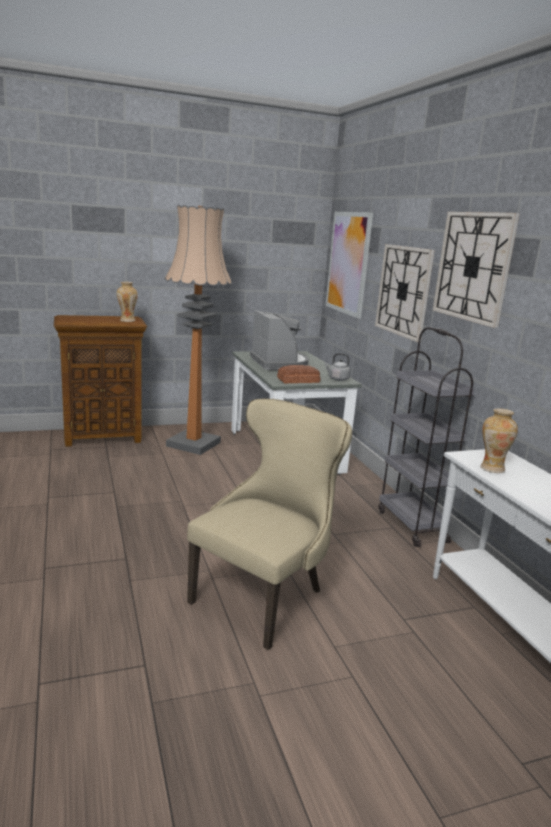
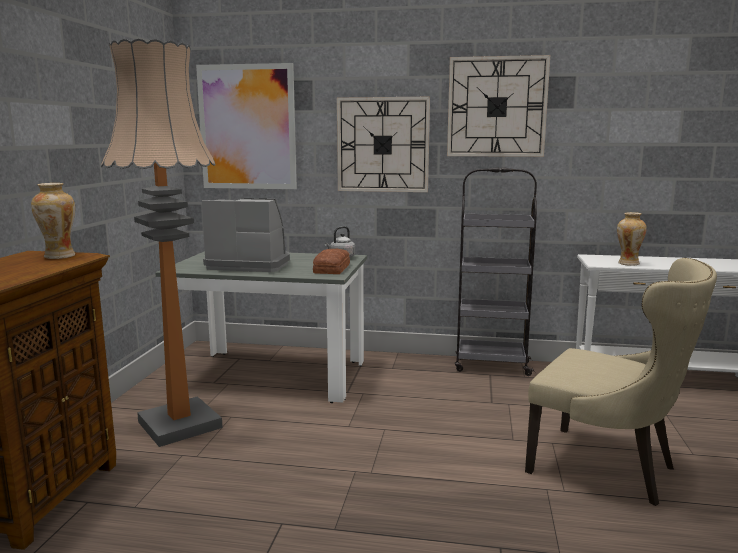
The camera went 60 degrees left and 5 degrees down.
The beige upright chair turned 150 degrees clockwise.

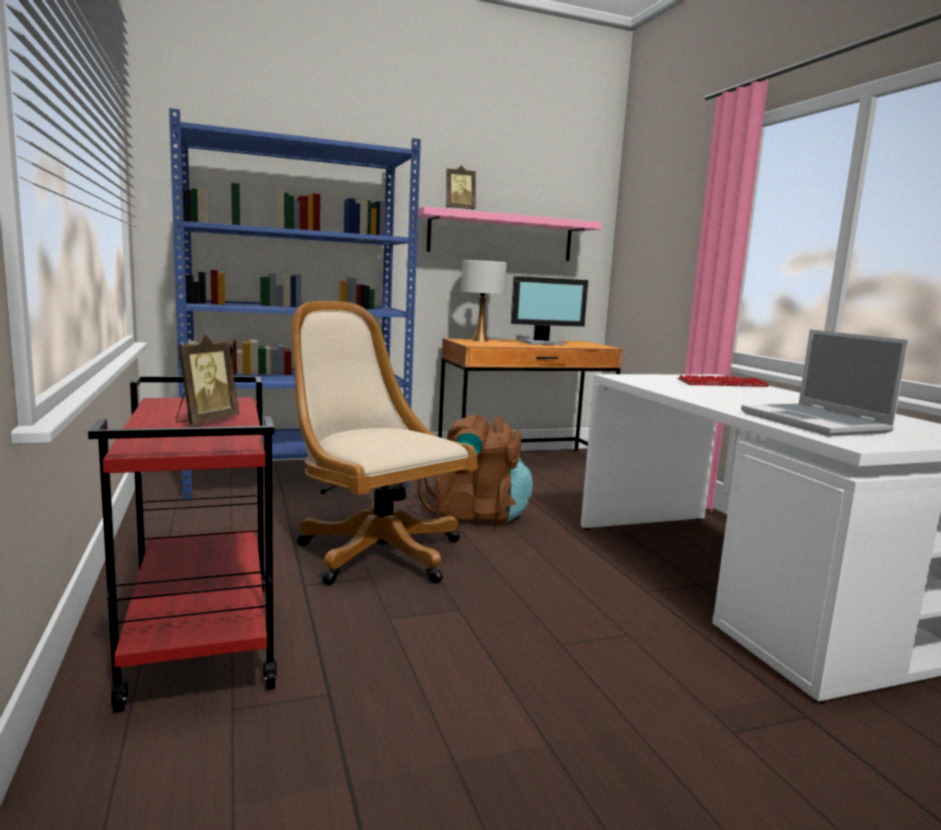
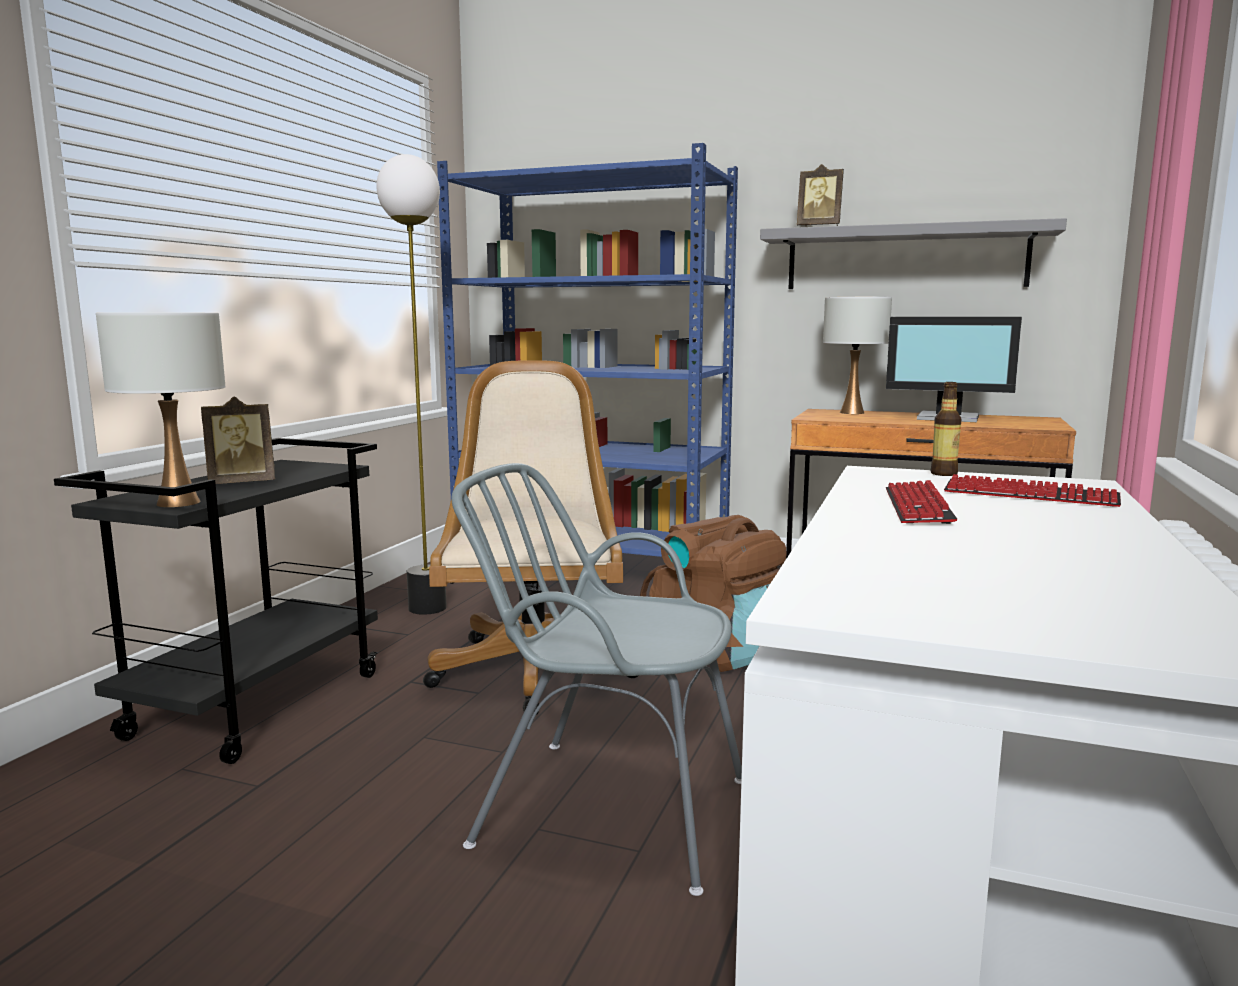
The camera went 40 degrees right and 0 degrees up.
The pinkish shelf became the gray shelf.
The portable computer disappeared.
The red wheeled cart became the blackish wheeled cart.
The standing lamp appeared.
The white-coloured tabletop lamp (1st from left) appeared.
The beverage bottle appeared.
The gray upright chair appeared.
The computer keyboard (1st from left) appeared.

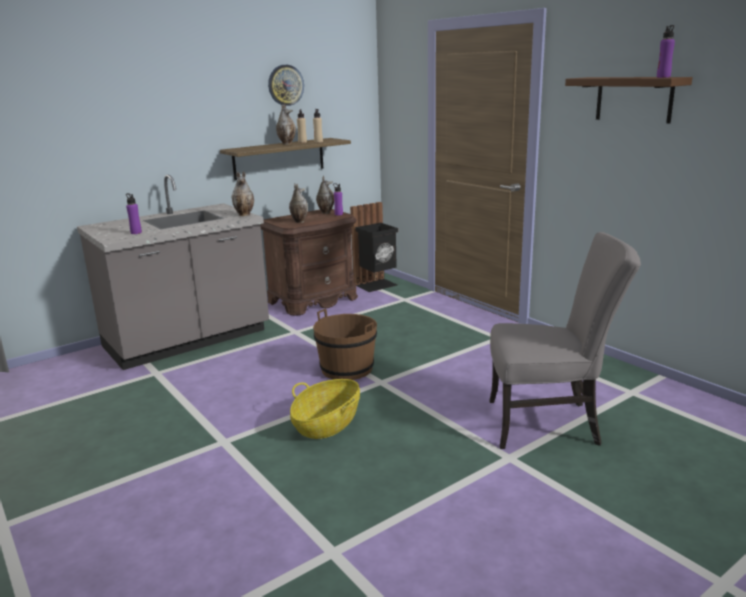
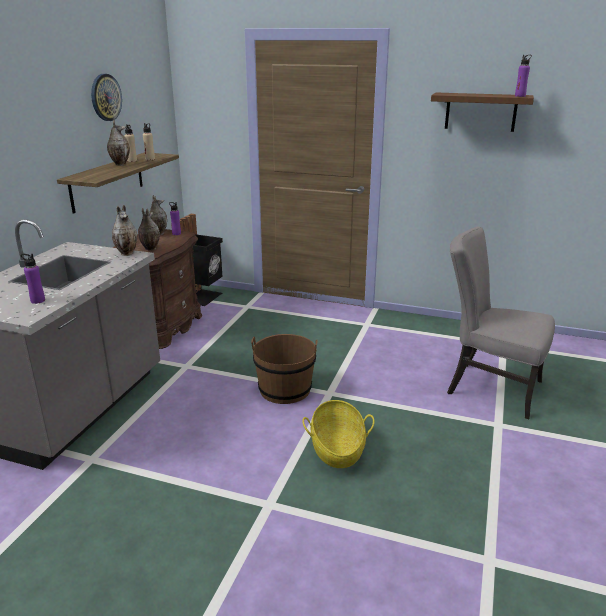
The camera went 35 degrees left and 5 degrees up.
The gray upright chair turned 120 degrees counterclockwise.

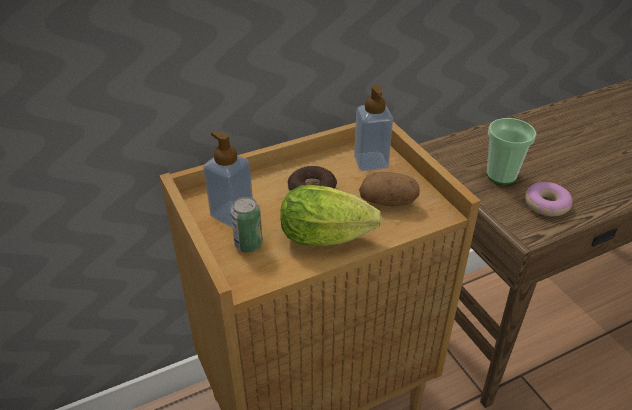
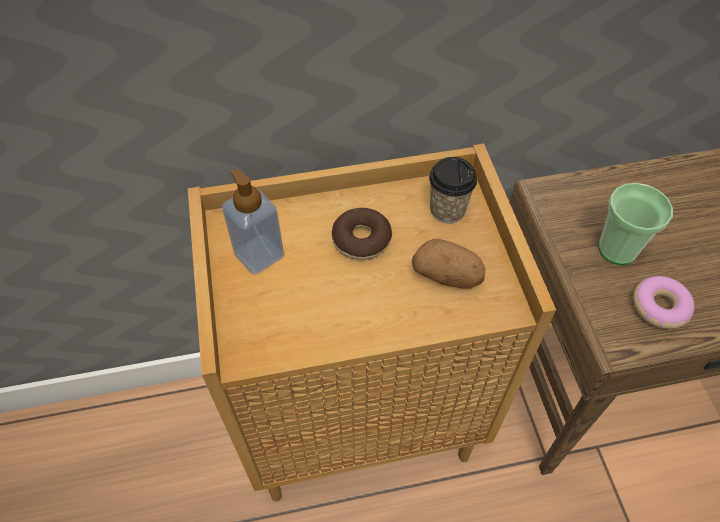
The camera went 15 degrees right and 15 degrees up.
The liquid soap bottle (2nd from left) was replaced by the cup (1st from left).
The lettuce disappeared.
The sealed can disappeared.

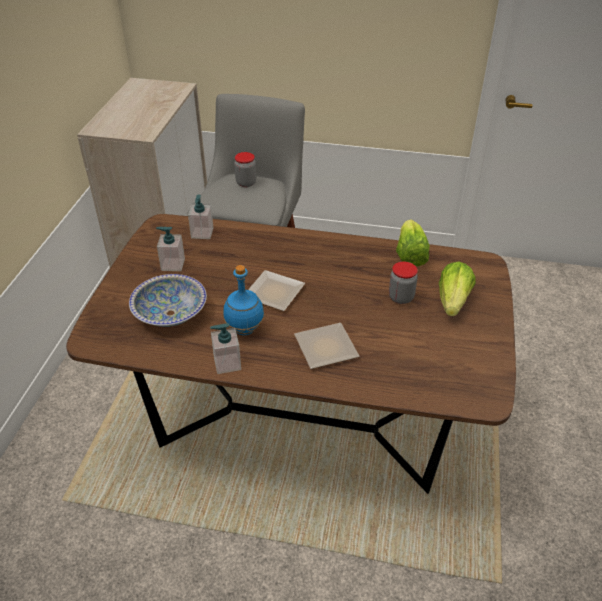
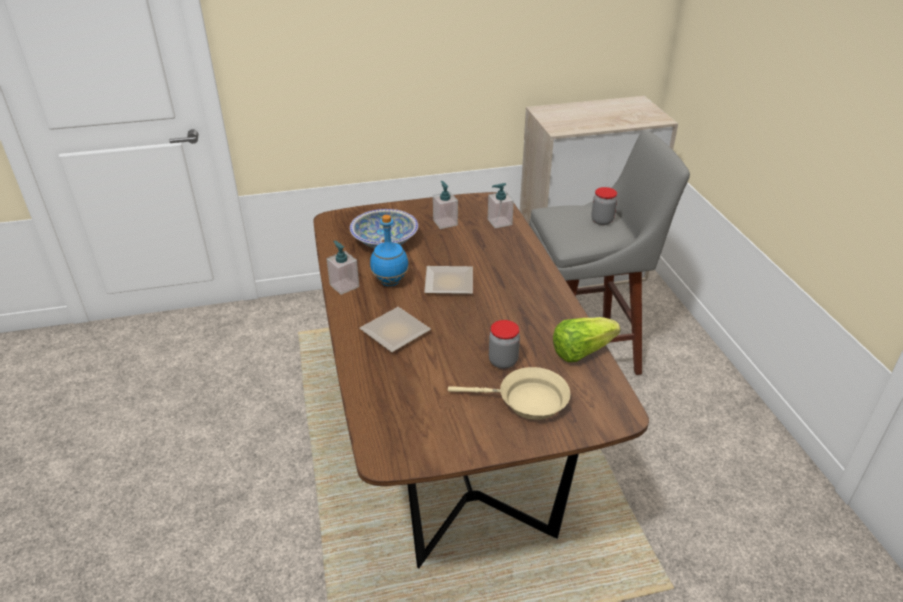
The camera went 65 degrees right and 5 degrees down.
The lettuce (2nd from left) was replaced by the beige pan.

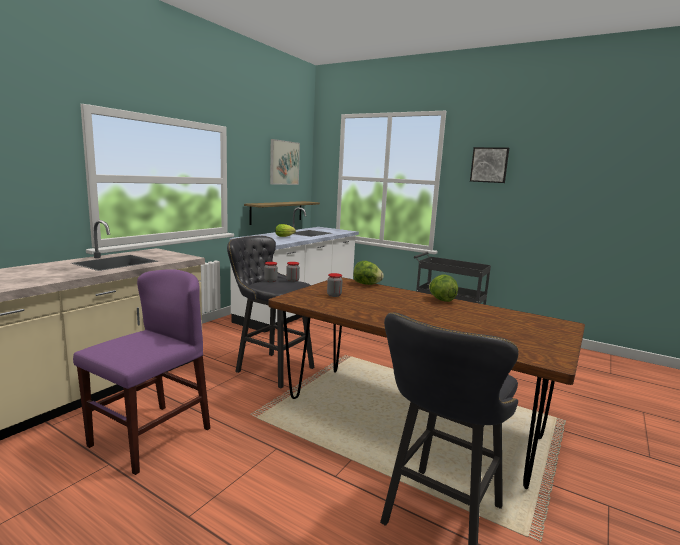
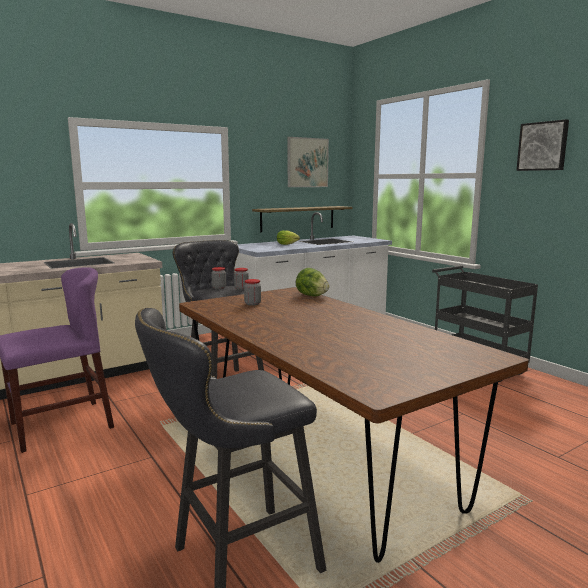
The camera went 25 degrees right and 0 degrees up.
The lettuce (3rd from left) disappeared.

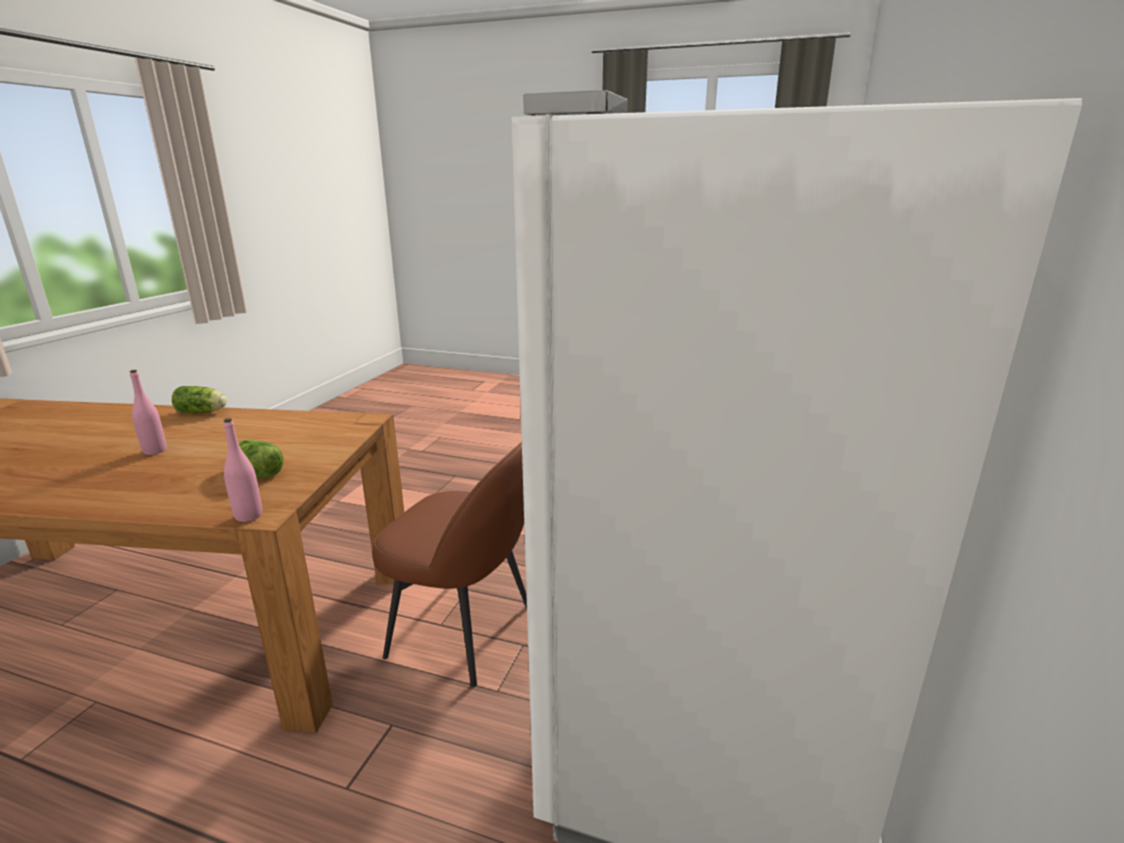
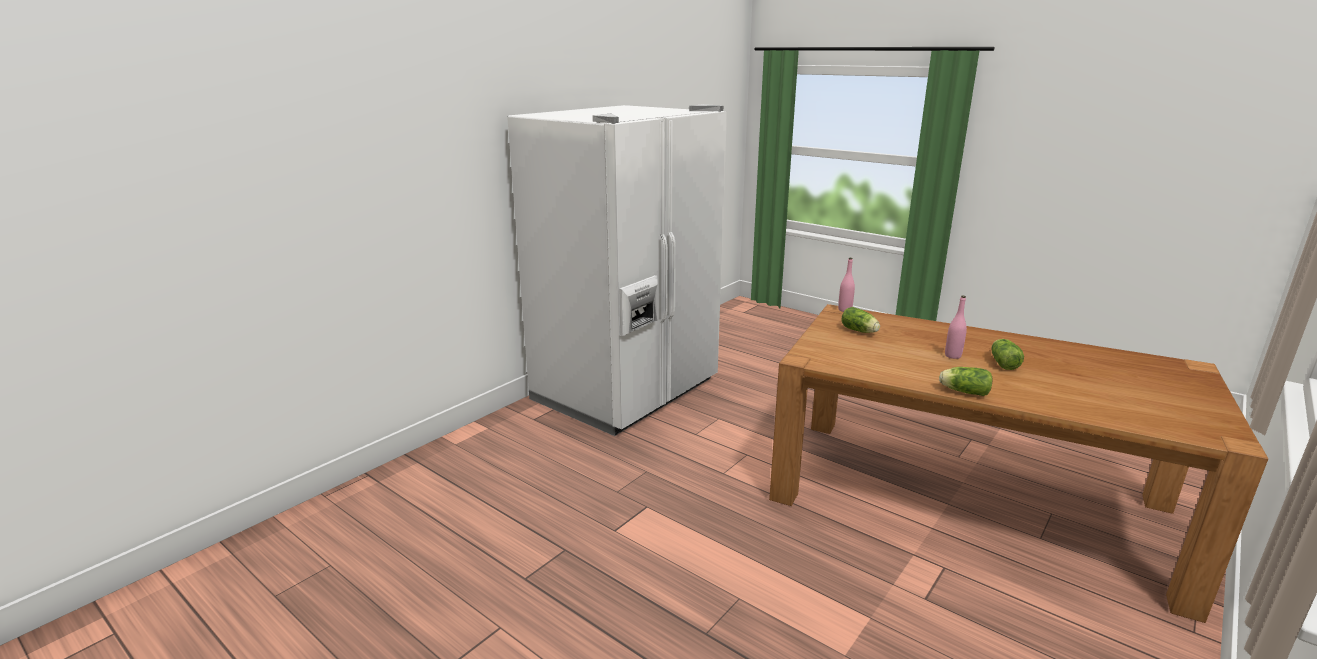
The camera went 160 degrees left and 0 degrees up.
The brown upright chair disappeared.
The lettuce (3rd from left) appeared.

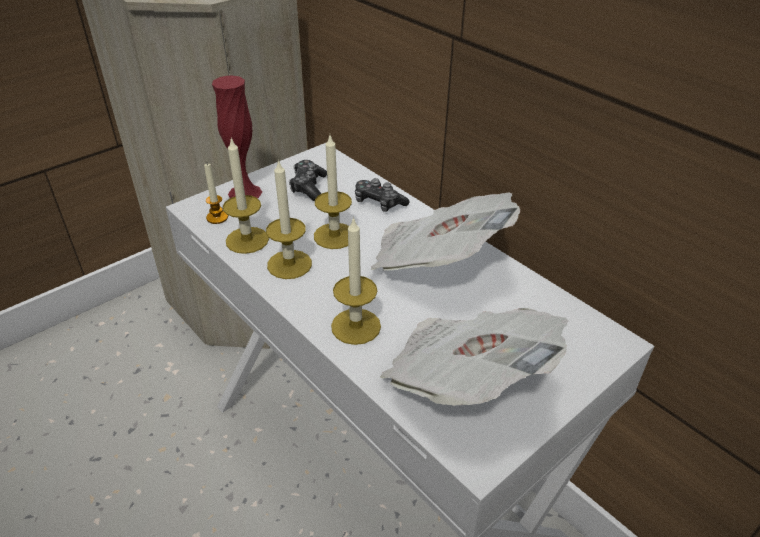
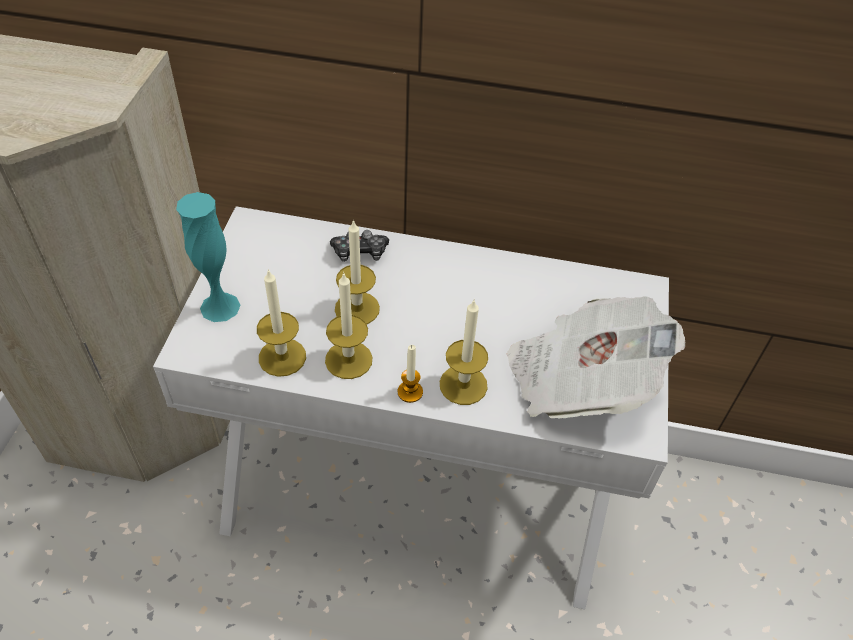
The camera went 40 degrees left and 10 degrees up.
The red flower vase became the turquoise flower vase.
The joypad (1st from left) disappeared.
The candle (1st from left in the first image) moved.
The printed paper (1st from left) disappeared.

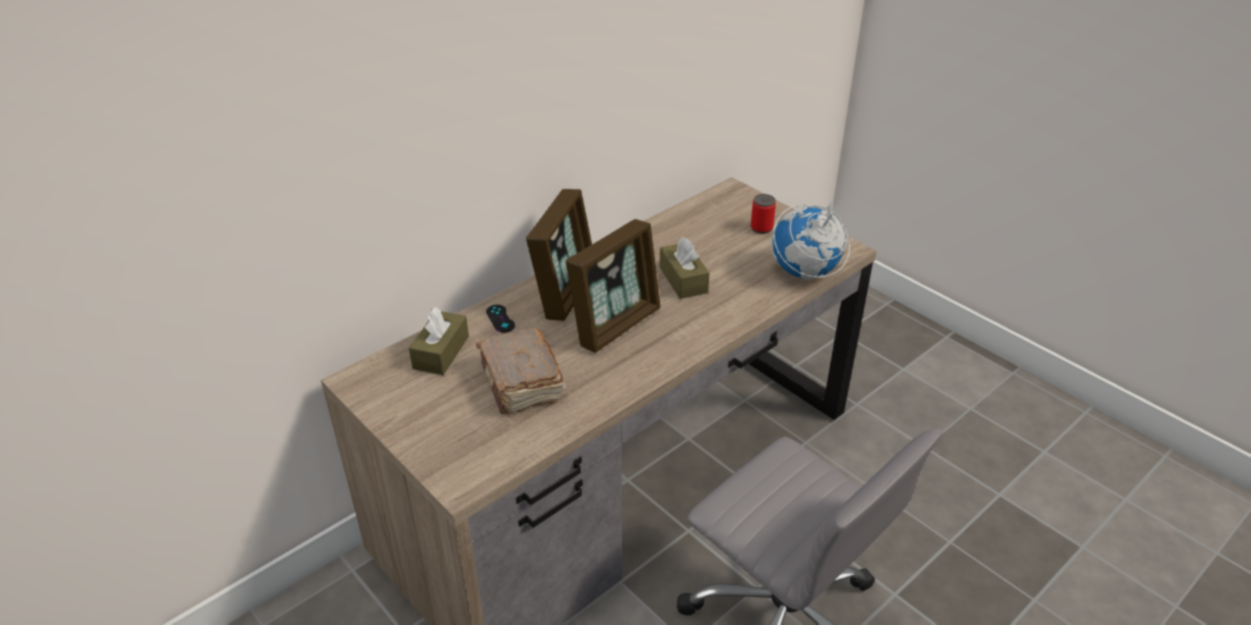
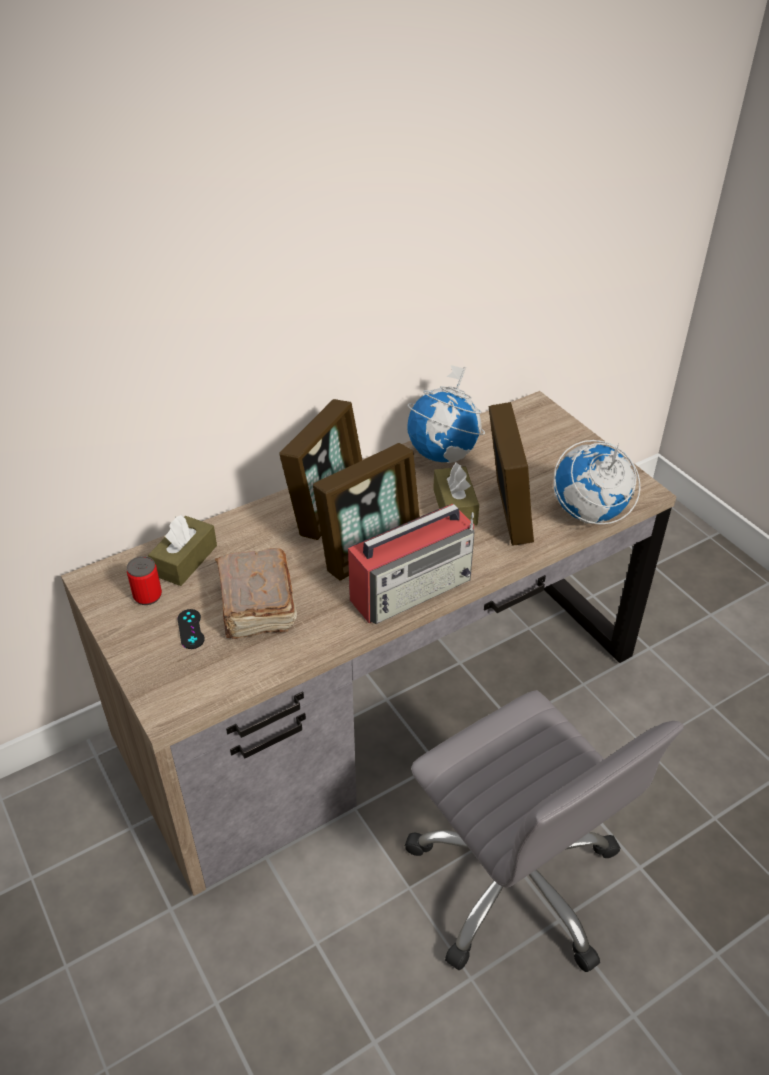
The camera went 10 degrees right and 5 degrees up.
The sealed can moved.
The blackish joypad moved.
The globe (1st from left) appeared.
The picture frame (3rd from left) appeared.
The radio receiver appeared.

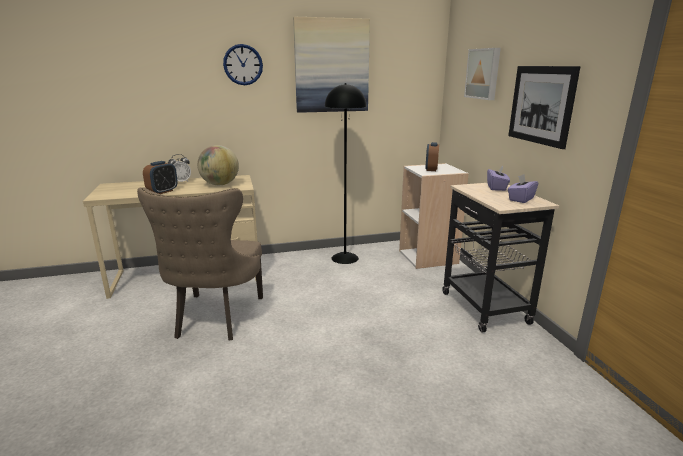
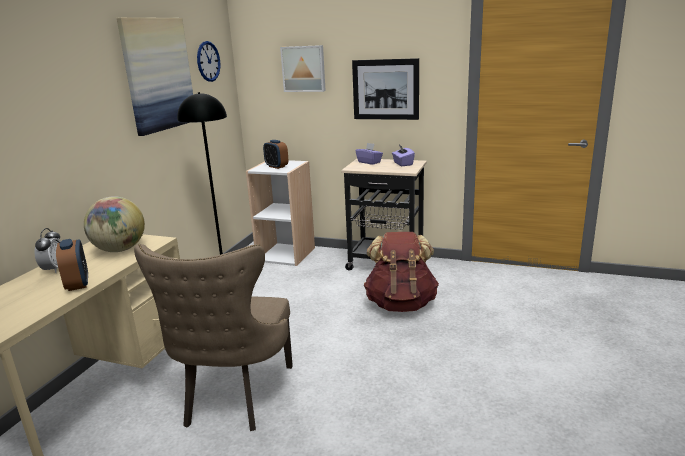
The camera went 55 degrees left and 0 degrees up.
The hanging clock moved.
The beige upright chair turned 60 degrees clockwise.
The brown knapsack appeared.

